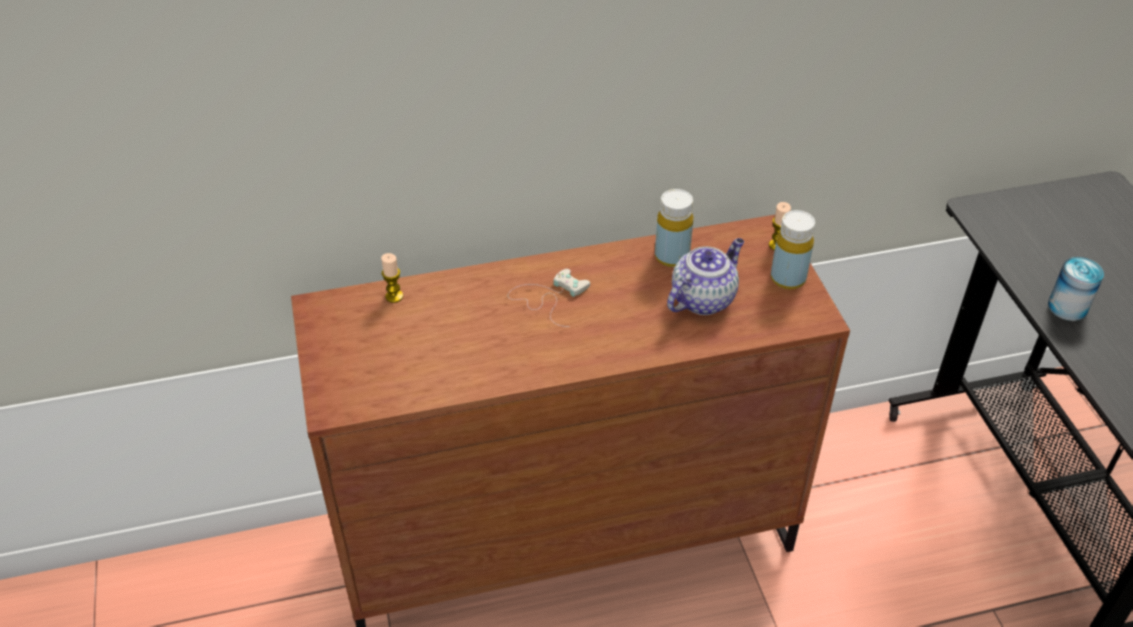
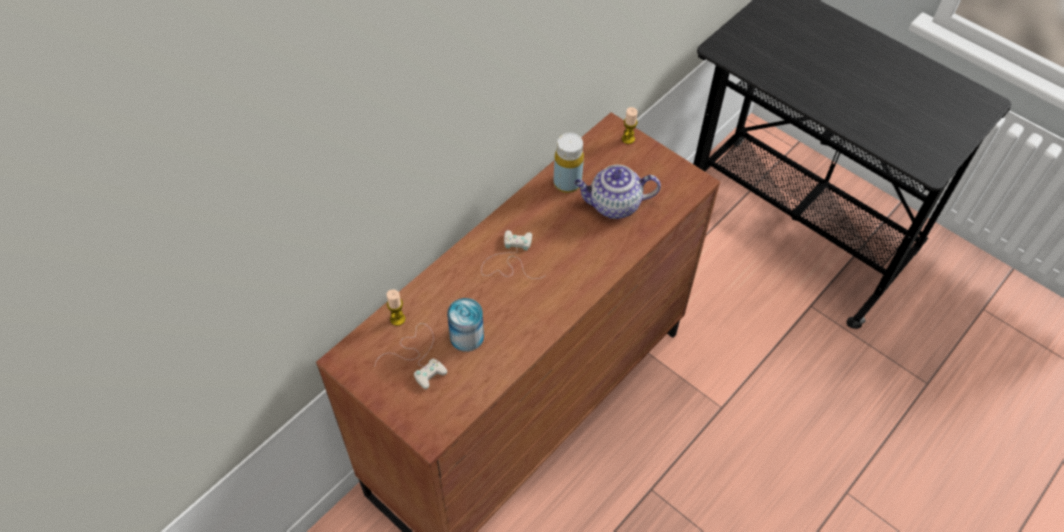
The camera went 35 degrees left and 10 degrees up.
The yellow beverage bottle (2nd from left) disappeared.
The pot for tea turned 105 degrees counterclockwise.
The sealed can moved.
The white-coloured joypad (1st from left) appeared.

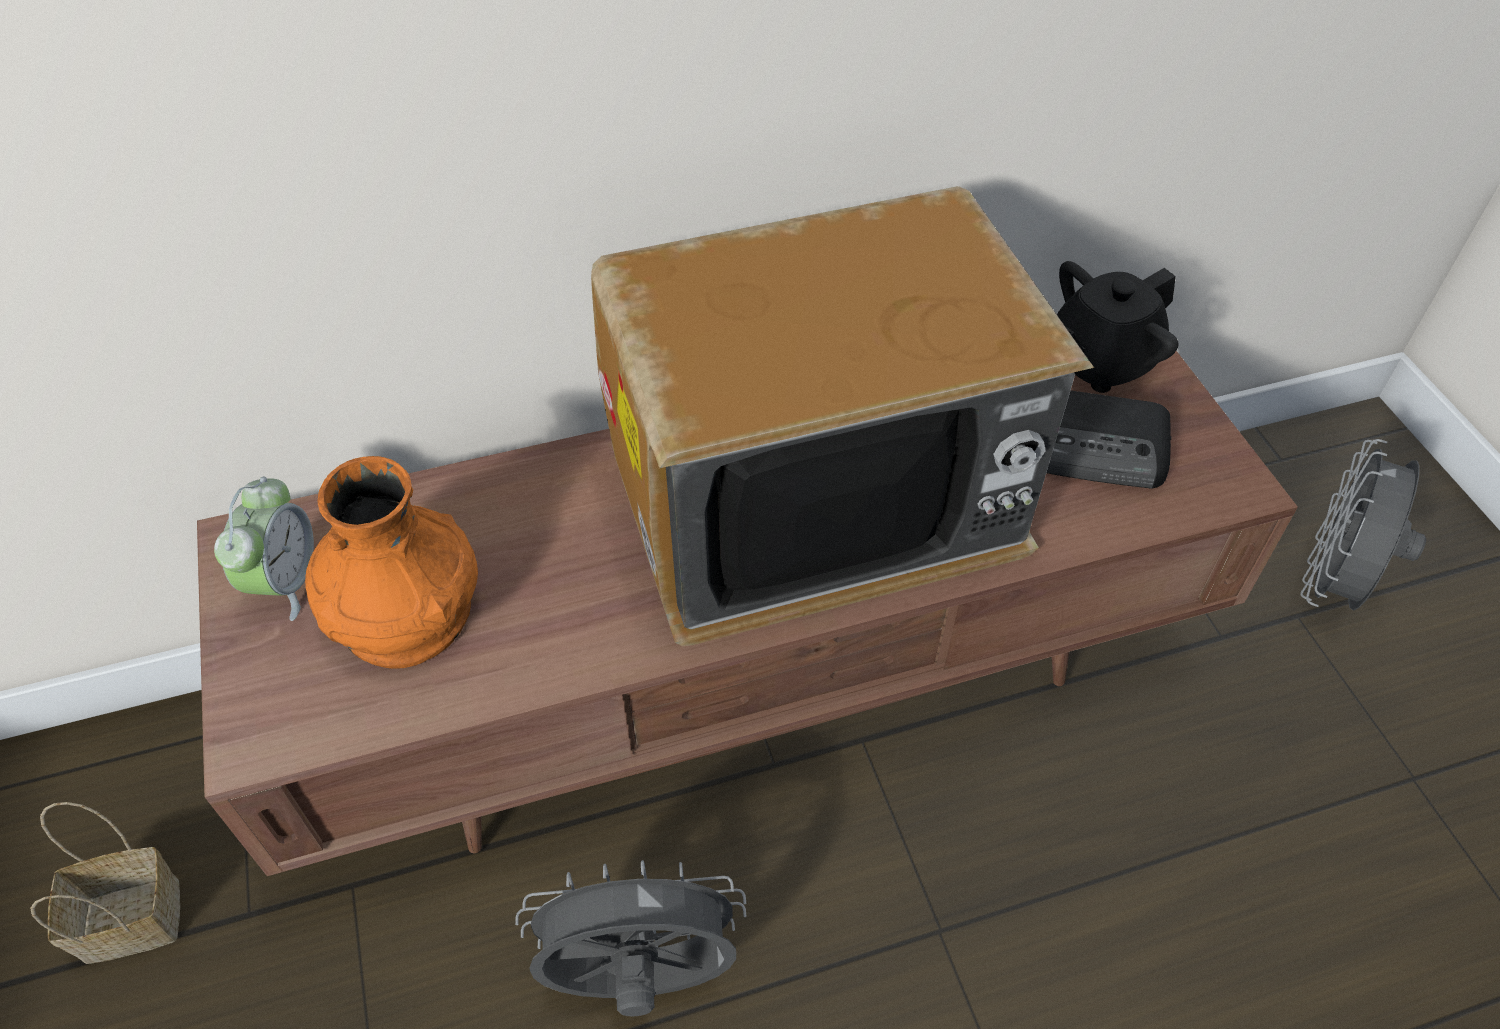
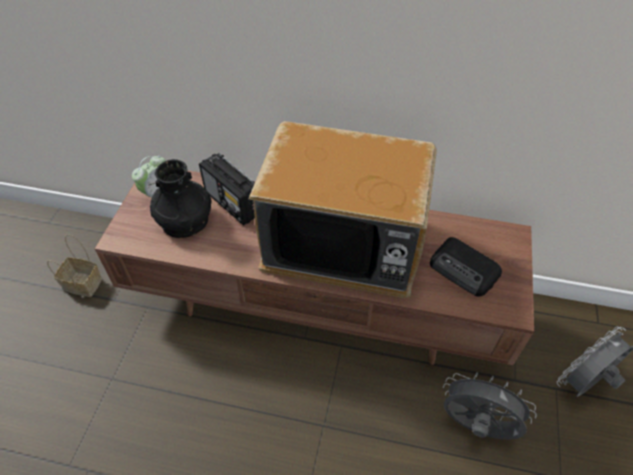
The camera went 30 degrees right and 0 degrees up.
The blackish pot for tea disappeared.
The orangey flower vase became the blackish flower vase.
The gray electric fan (1st from left) moved.
The radio receiver (1st from left) appeared.

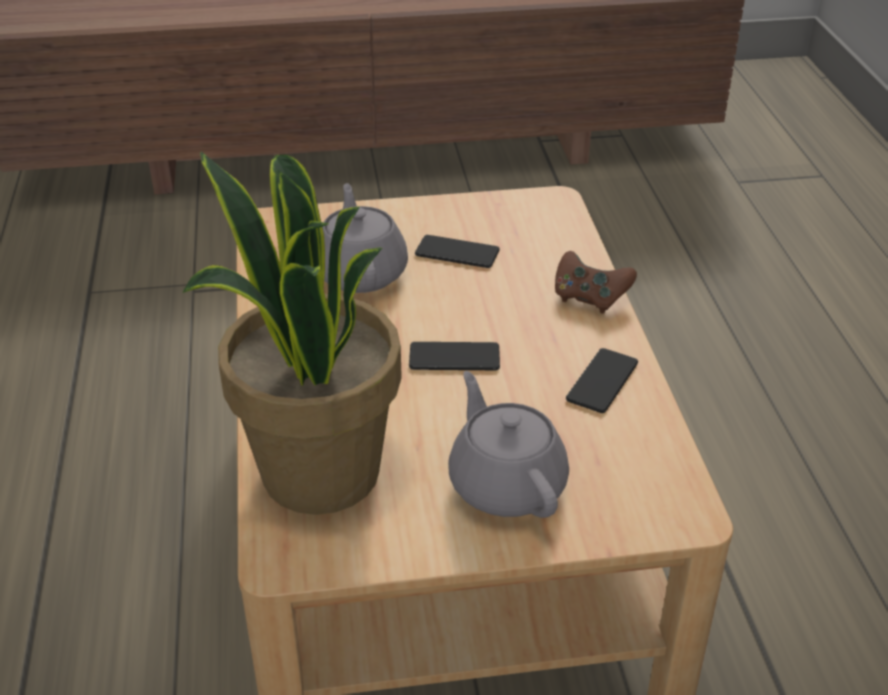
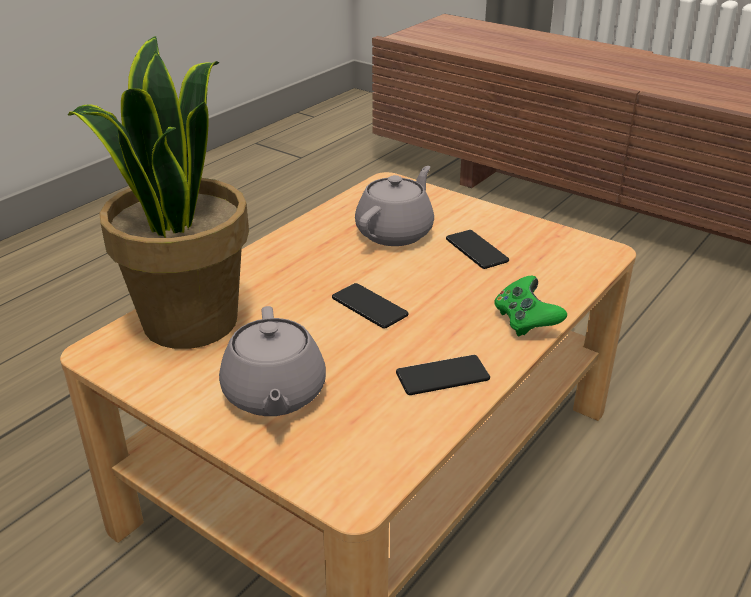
The camera went 45 degrees right and 5 degrees down.
The brown joypad became the green-coloured joypad.
The gray pot for tea (2nd from left in the first image) turned 150 degrees clockwise.

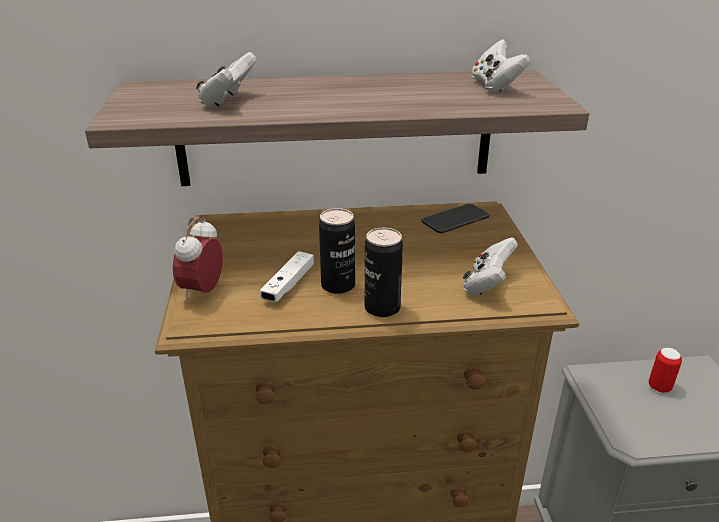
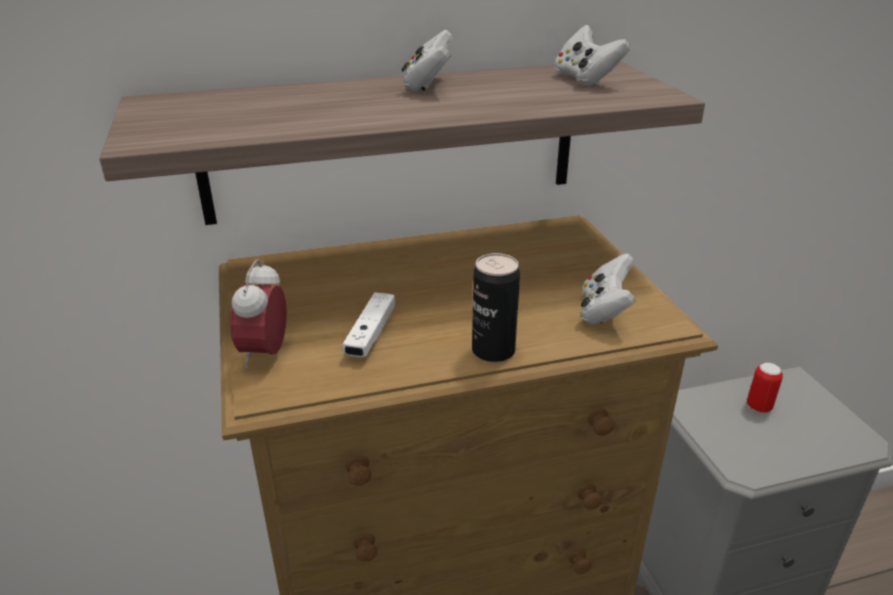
The camera went 10 degrees left and 0 degrees up.
The white-coloured joypad (1st from left in the first image) moved.
The handset disappeared.
The sealed can (1st from left) disappeared.

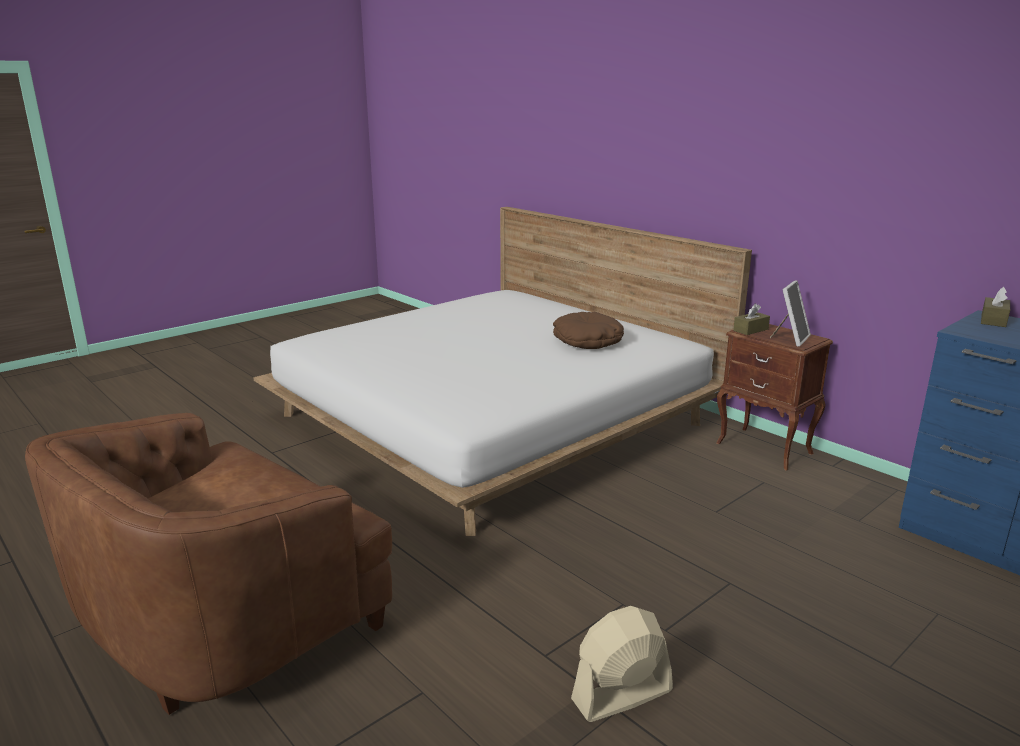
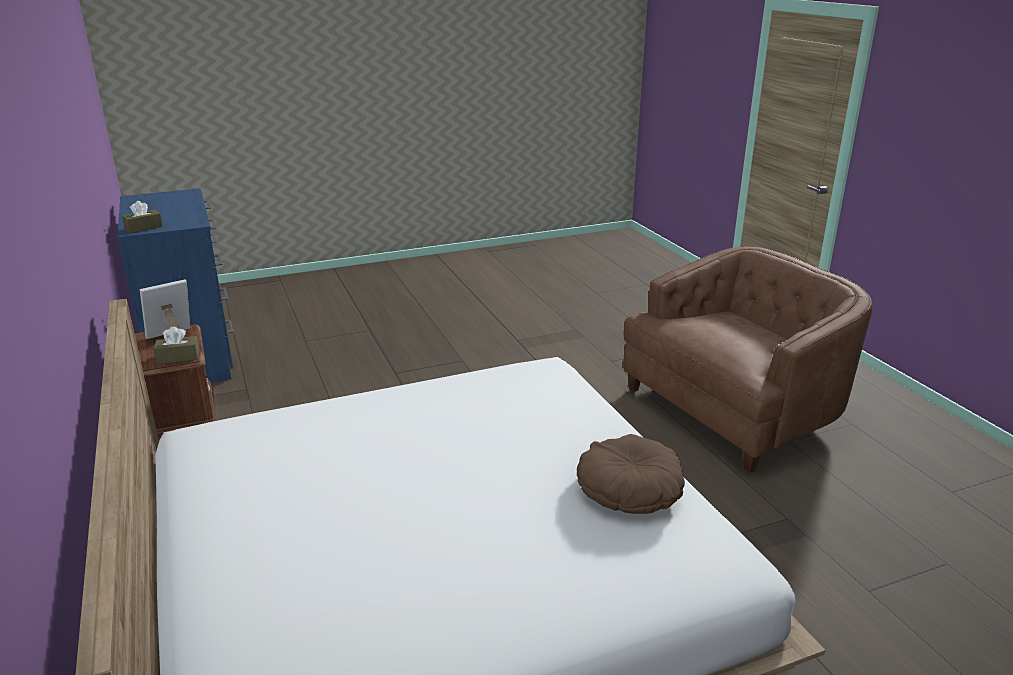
The camera went 160 degrees left and 5 degrees up.
The brown throw pillow moved.
The beige electric fan disappeared.

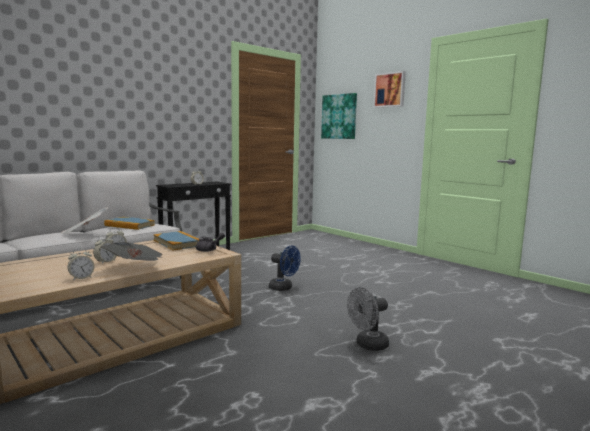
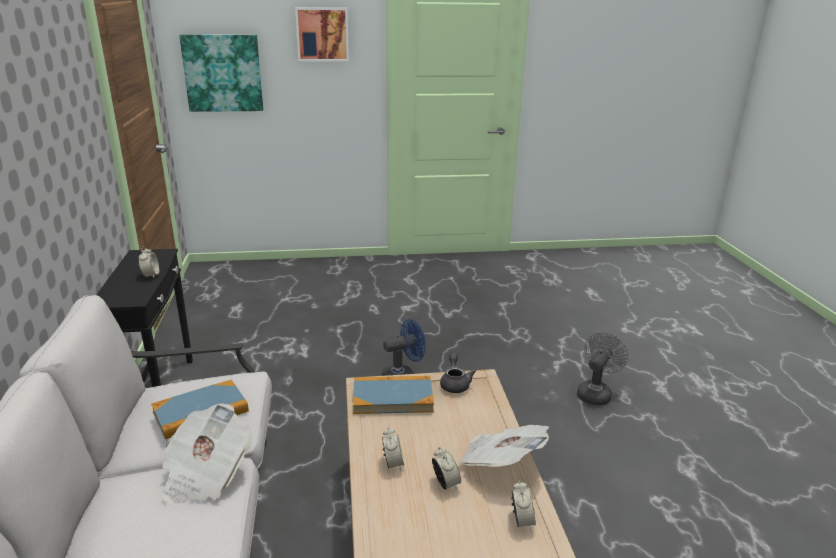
The camera went 55 degrees left and 15 degrees up.
The gray electric fan turned 150 degrees counterclockwise.

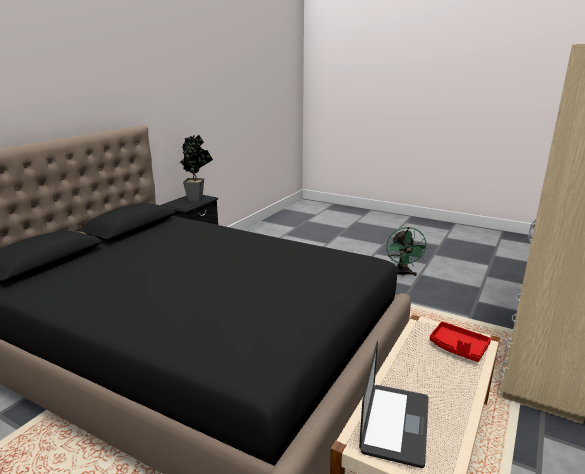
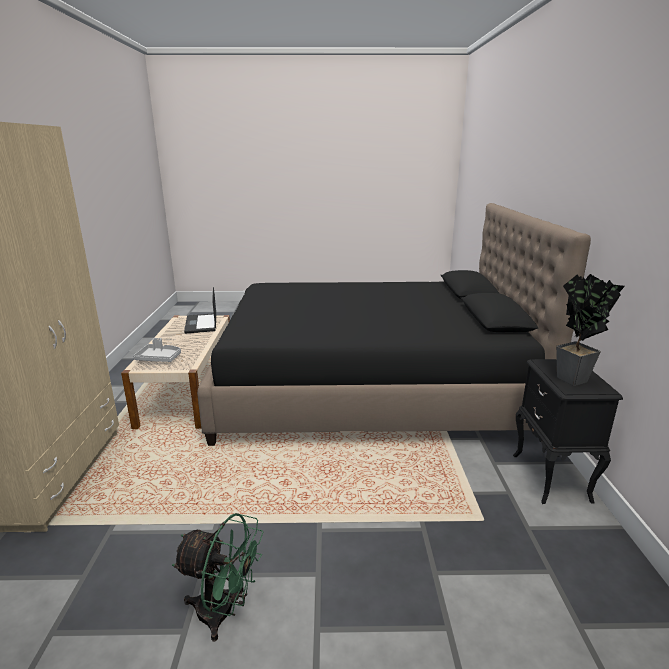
The camera went 150 degrees right and 0 degrees up.
The green-coloured electric fan turned 135 degrees clockwise.
The red carrying tray became the gray carrying tray.

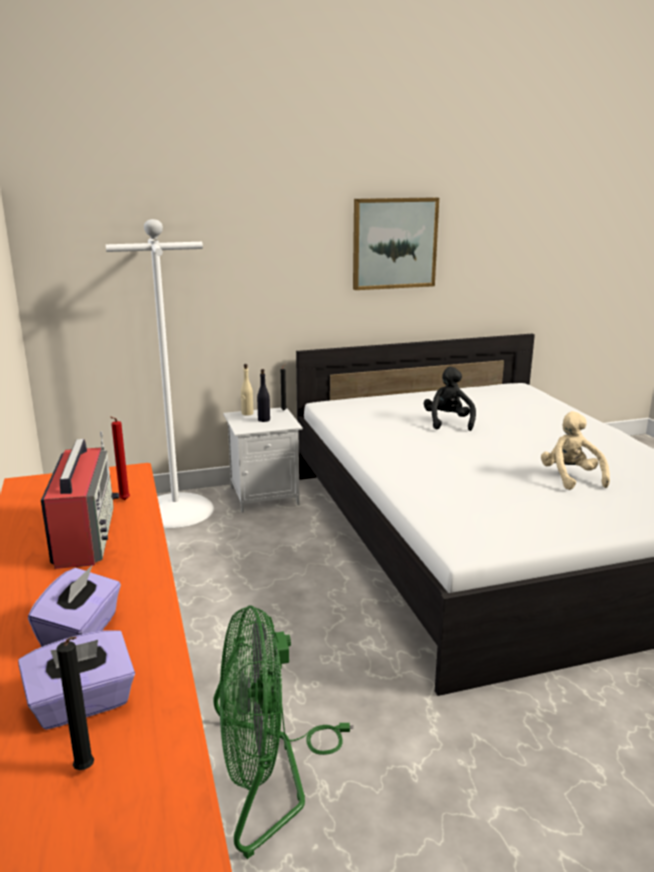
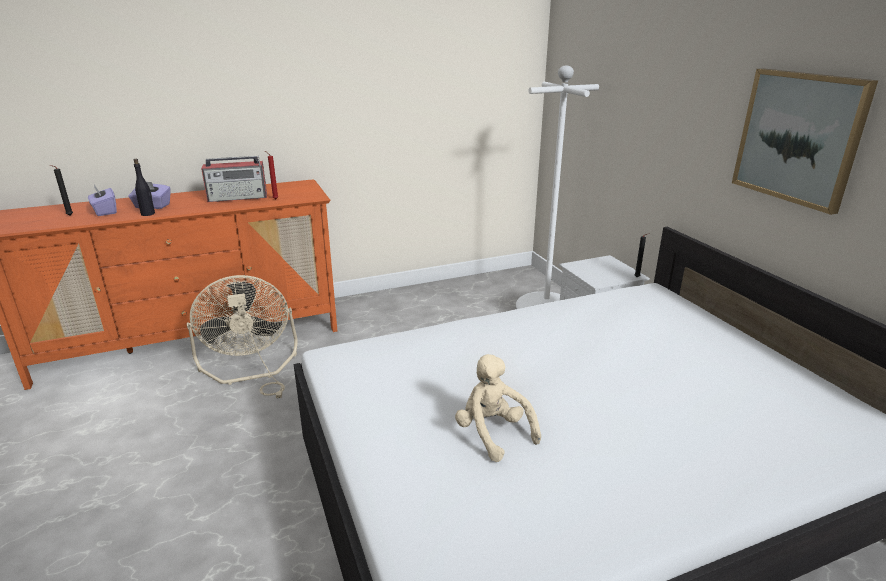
The camera went 85 degrees right and 5 degrees up.
The beige beverage bottle disappeared.
The blackish soft toy disappeared.
The blackish beverage bottle moved.
The beige soft toy turned 105 degrees counterclockwise.
The green-coloured electric fan became the beige electric fan.

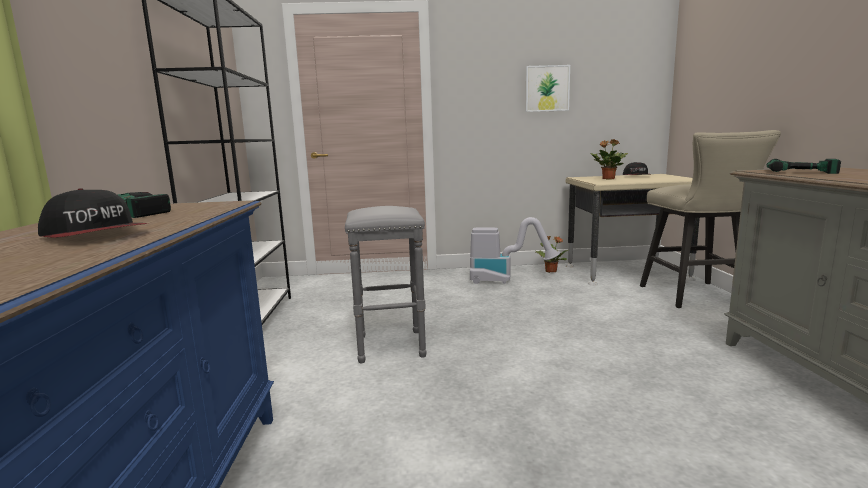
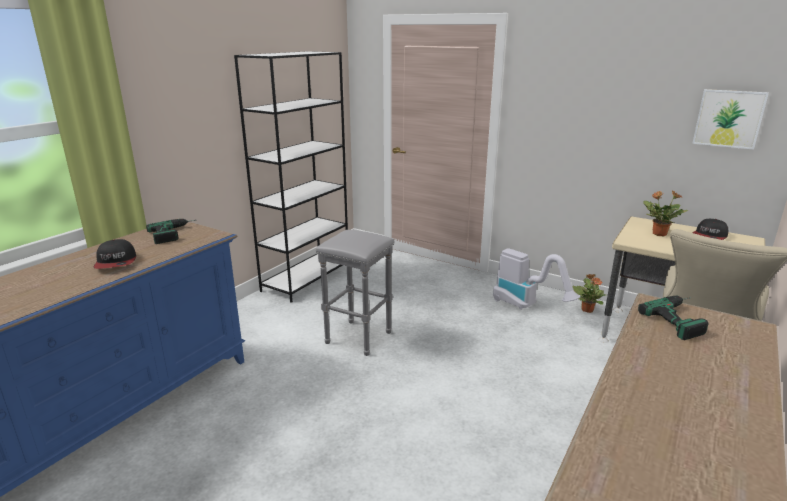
The camera went 35 degrees right and 10 degrees up.
The wall art moved.

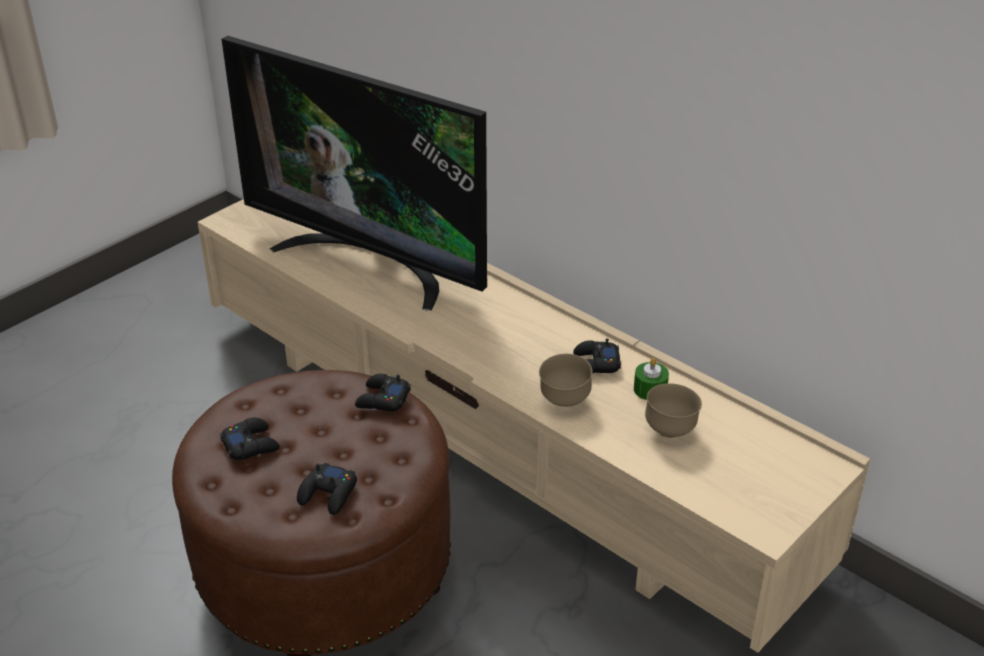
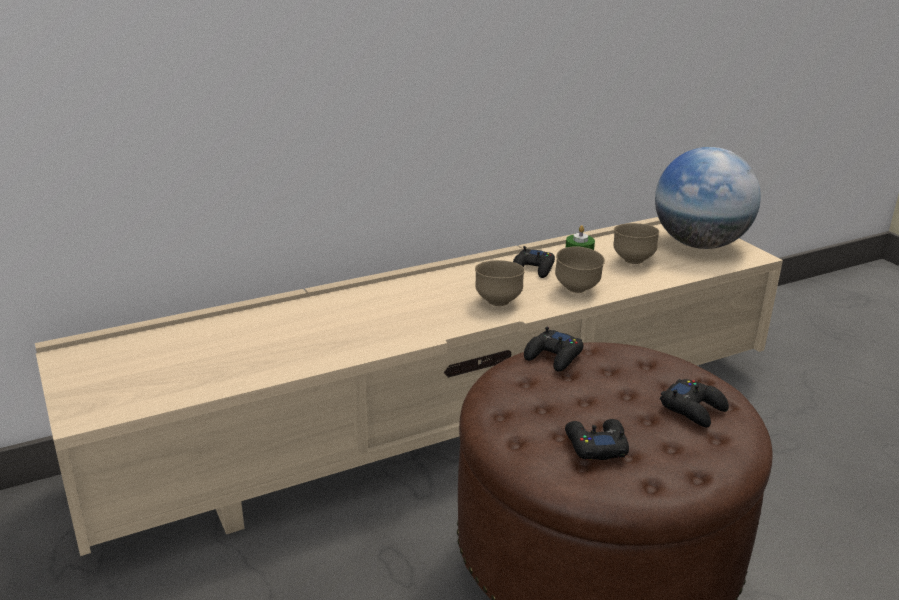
The camera went 70 degrees left and 10 degrees down.
The TV disappeared.
The globe appeared.
The brown bowl (1st from left) appeared.

